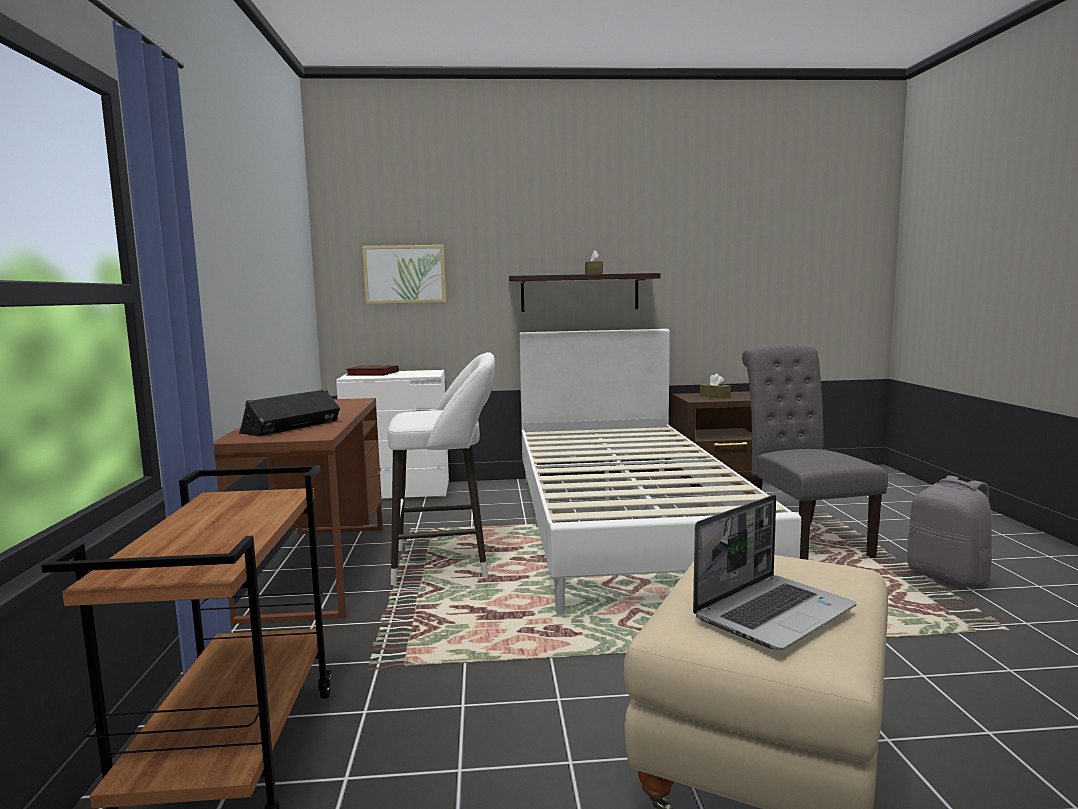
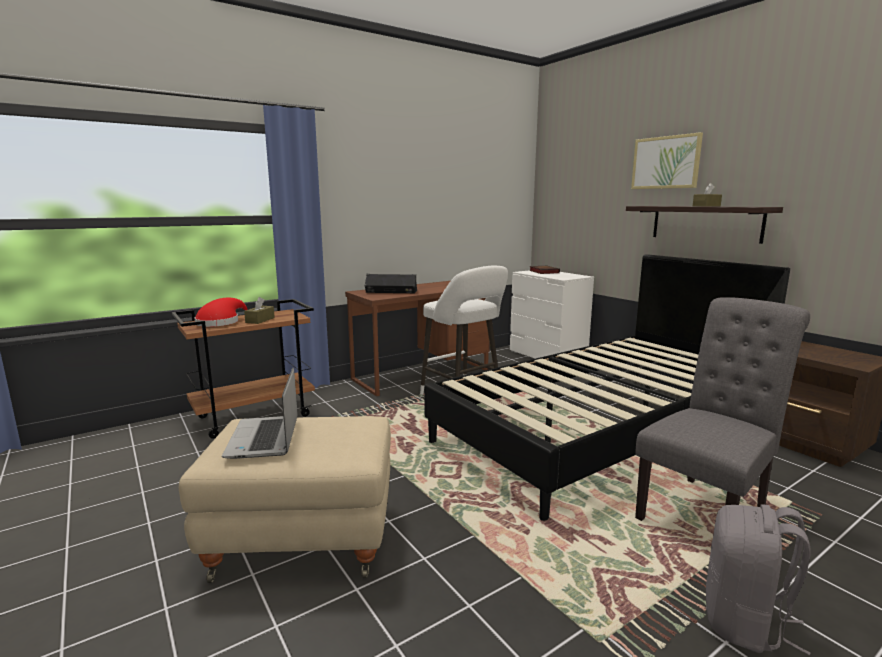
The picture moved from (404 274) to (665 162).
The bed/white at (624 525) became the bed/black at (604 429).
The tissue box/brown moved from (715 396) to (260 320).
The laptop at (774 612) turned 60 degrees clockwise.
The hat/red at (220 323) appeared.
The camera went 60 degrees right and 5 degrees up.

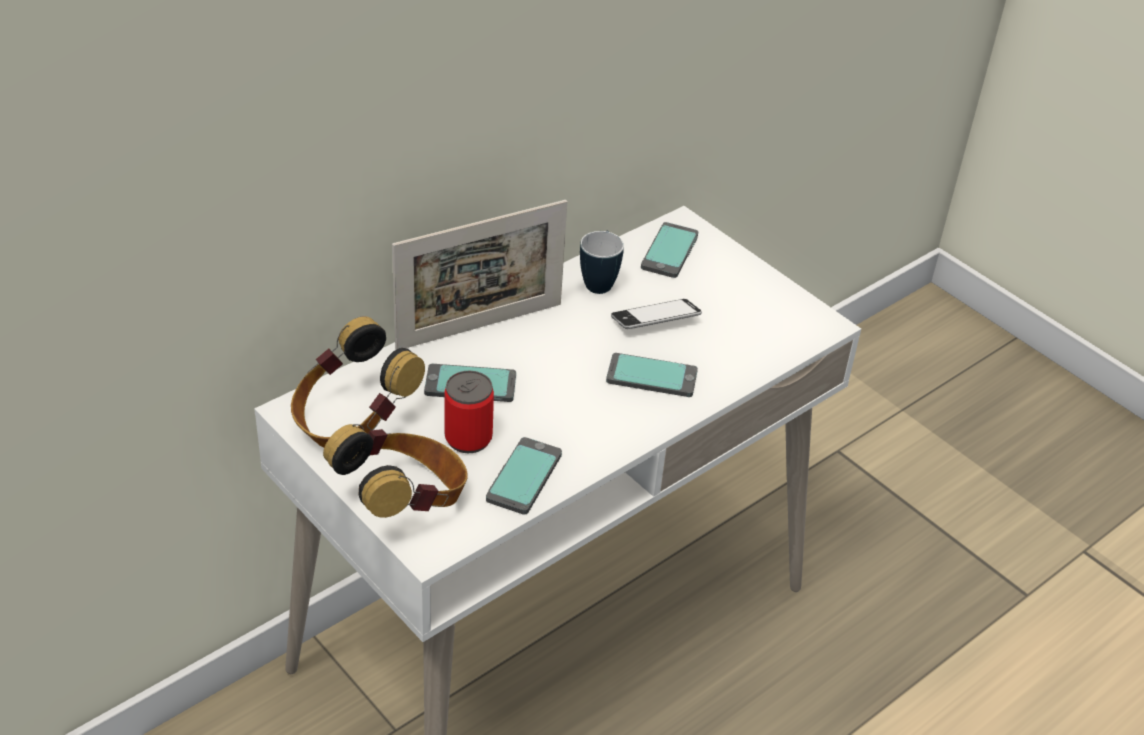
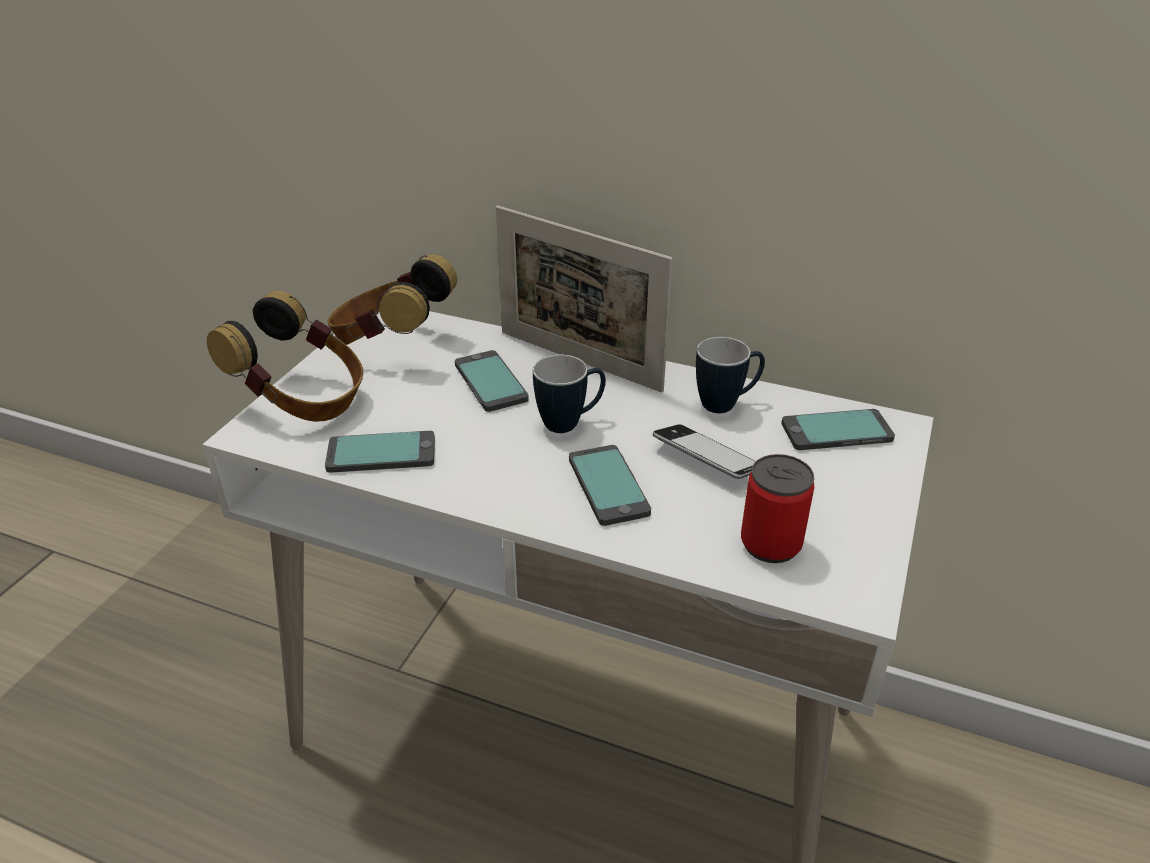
The can moved from (468 438) to (770 544).
The mug at (570 423) appeared.
The camera went 65 degrees right and 5 degrees down.

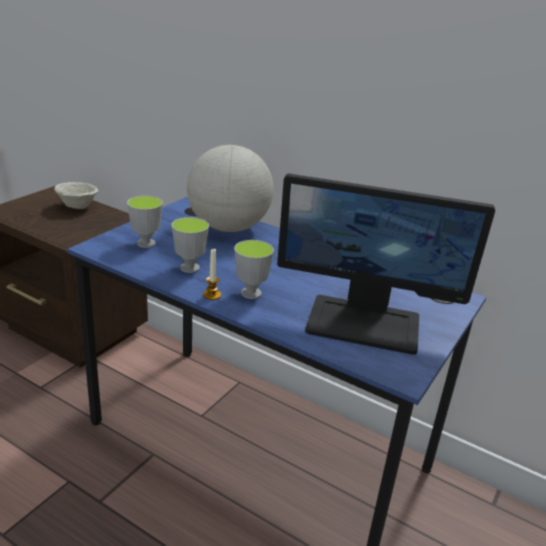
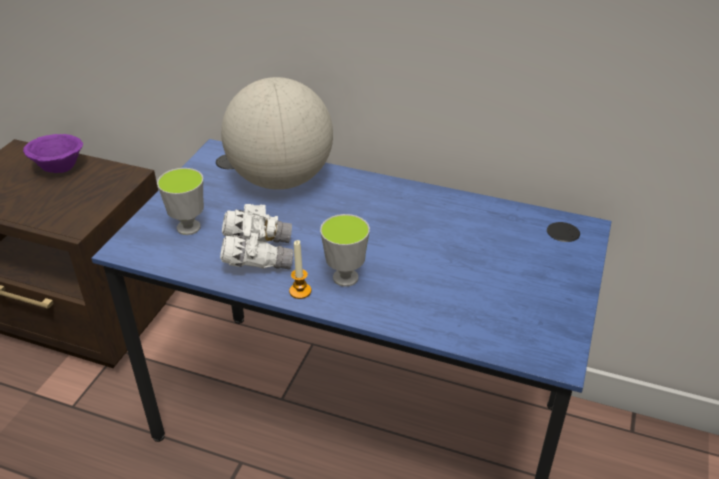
The monitor at (364 323) disappeared.
The bowl/beige at (77 207) became the bowl/purple at (59 169).
The cup at (190 268) was replaced by the binoculars/white at (257 255).
The camera went 10 degrees left and 10 degrees up.

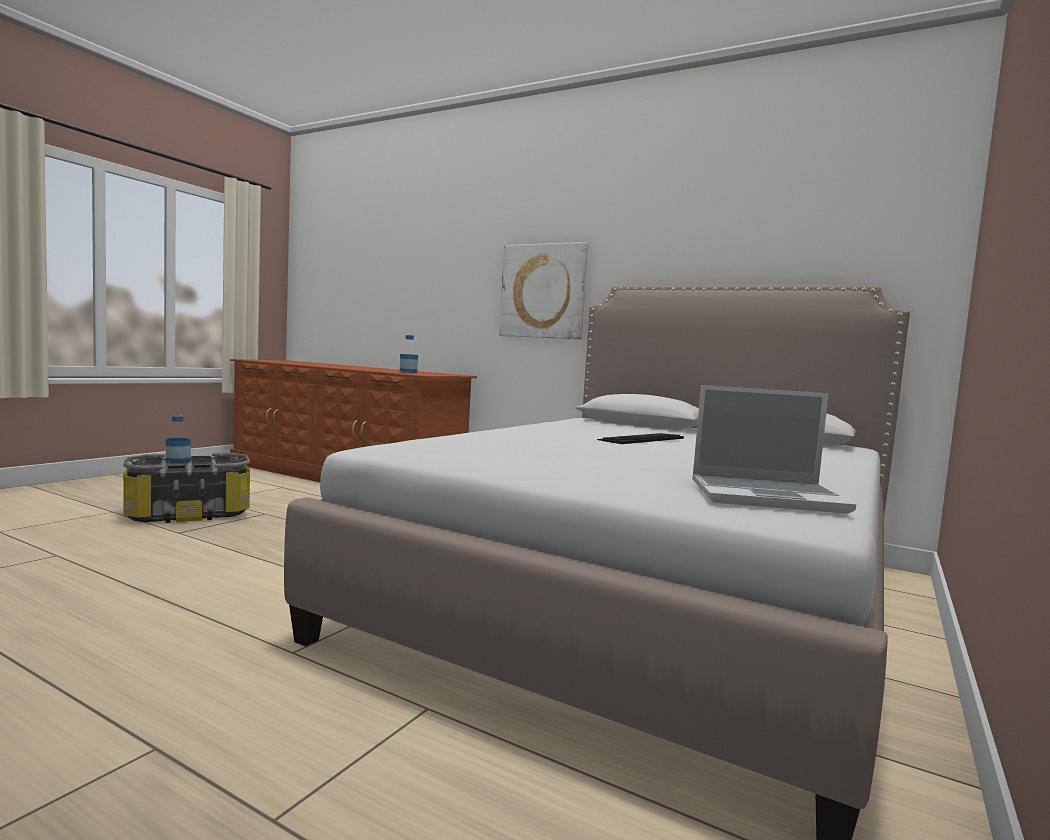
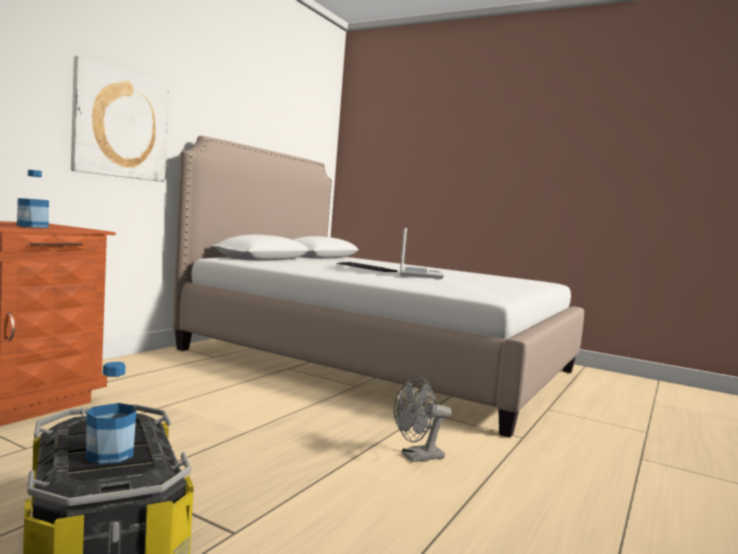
The laptop moved from (767 496) to (420 274).
The fan/grey at (417 457) appeared.
The camera went 90 degrees left and 0 degrees up.

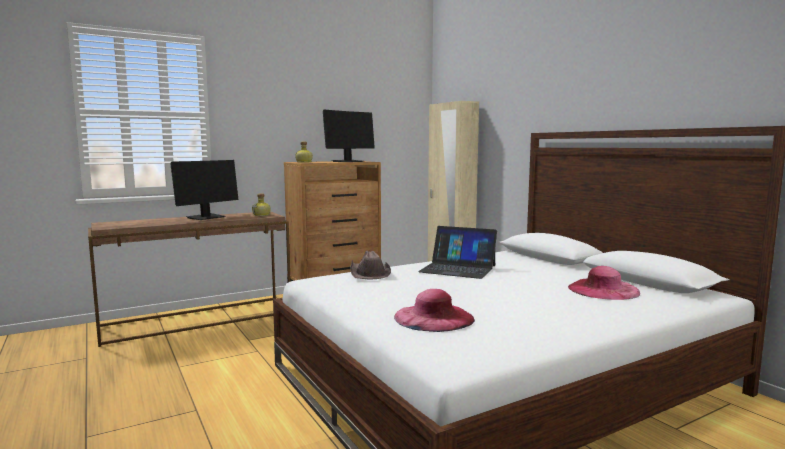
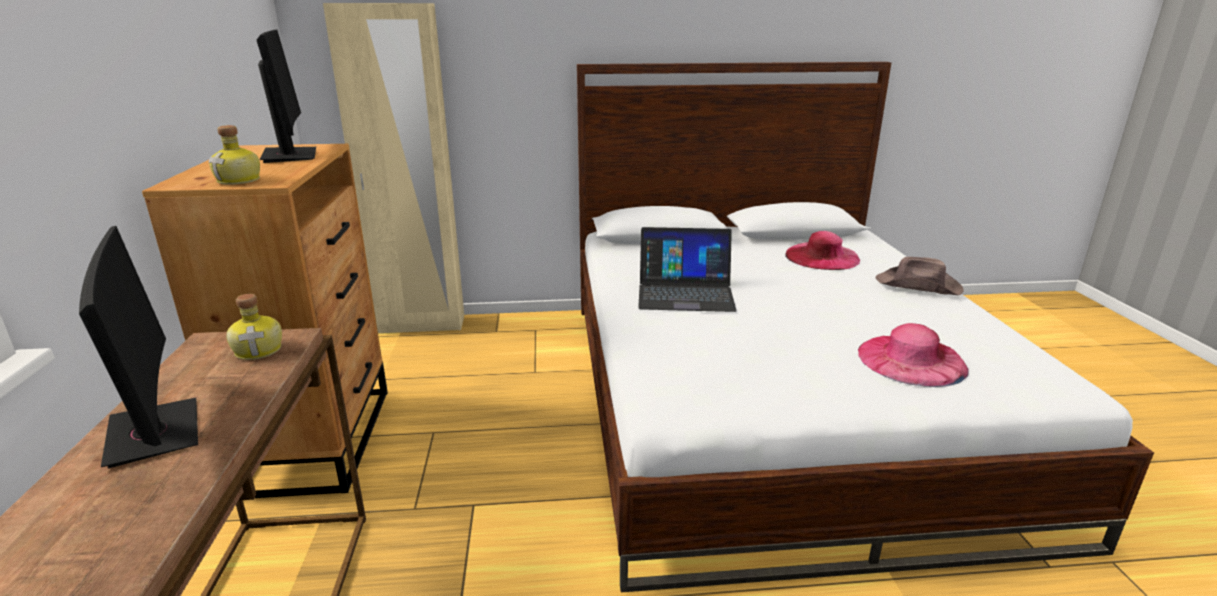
The laptop at (458 268) turned 45 degrees clockwise.
The hat/brown moved from (369 273) to (919 286).
The camera went 65 degrees left and 15 degrees up.

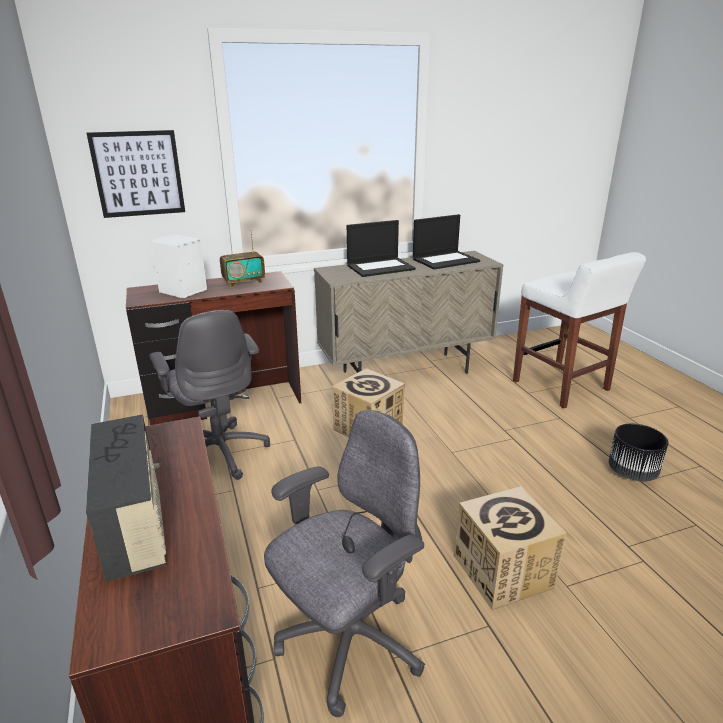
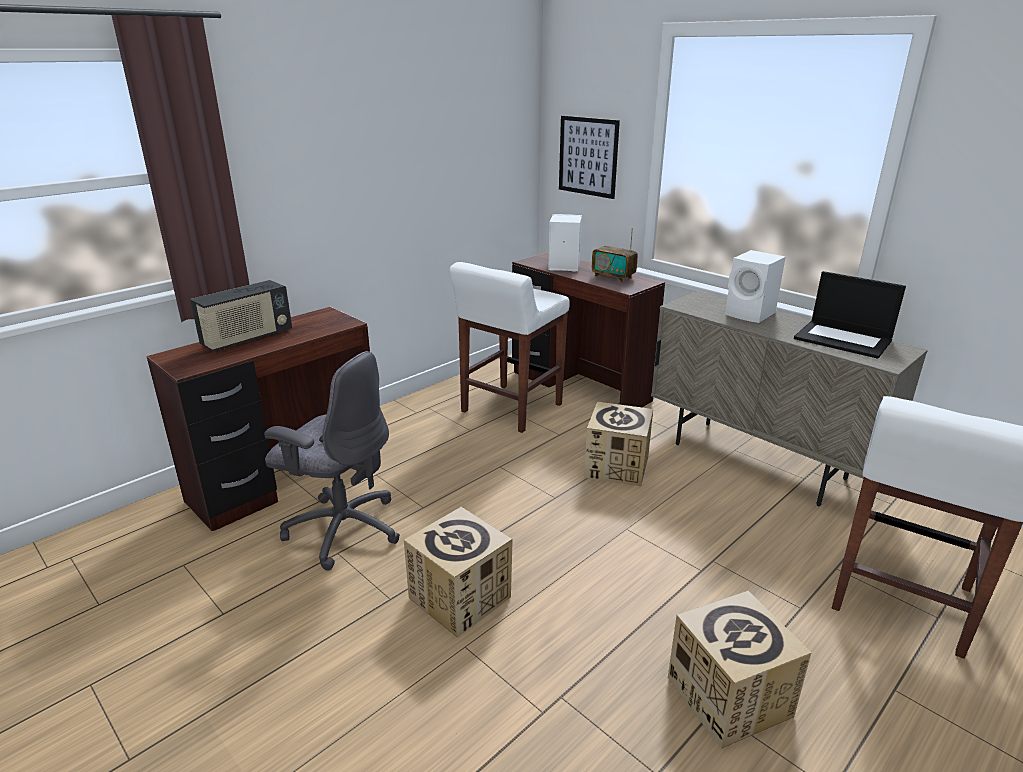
The laptop at (381 267) was replaced by the speaker/white at (751 314).
The office chair/grey at (220 452) was replaced by the stool/white at (510 409).
The planter/black at (632 472) was replaced by the cardboard box at (728 696).
The camera went 65 degrees right and 0 degrees up.

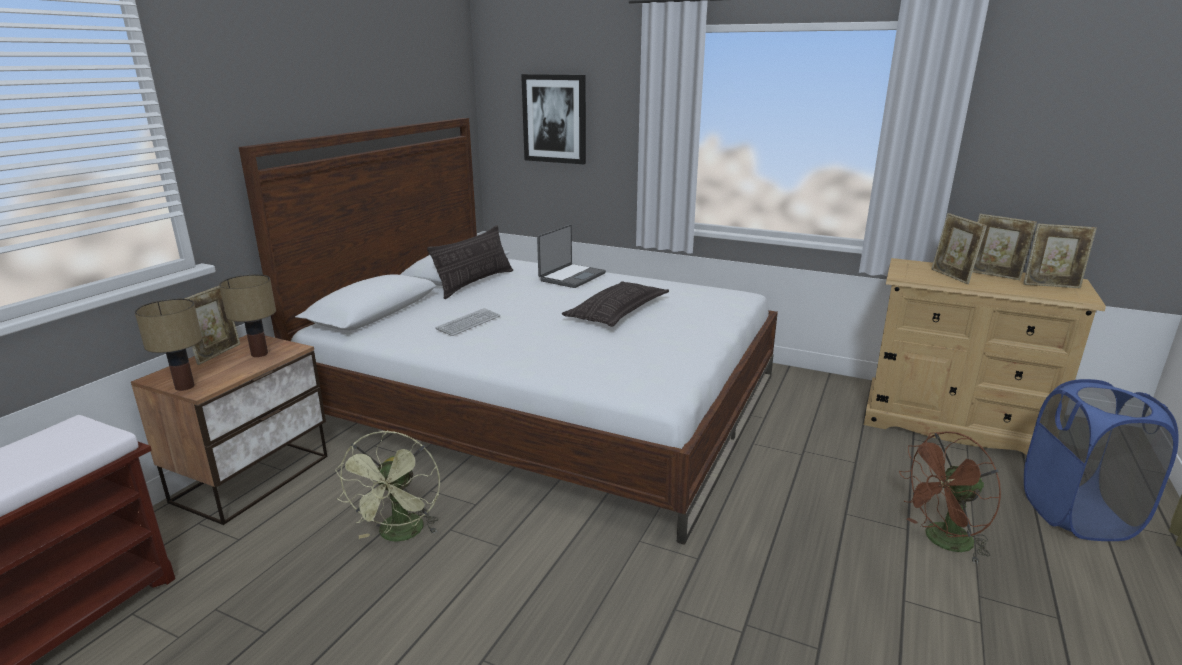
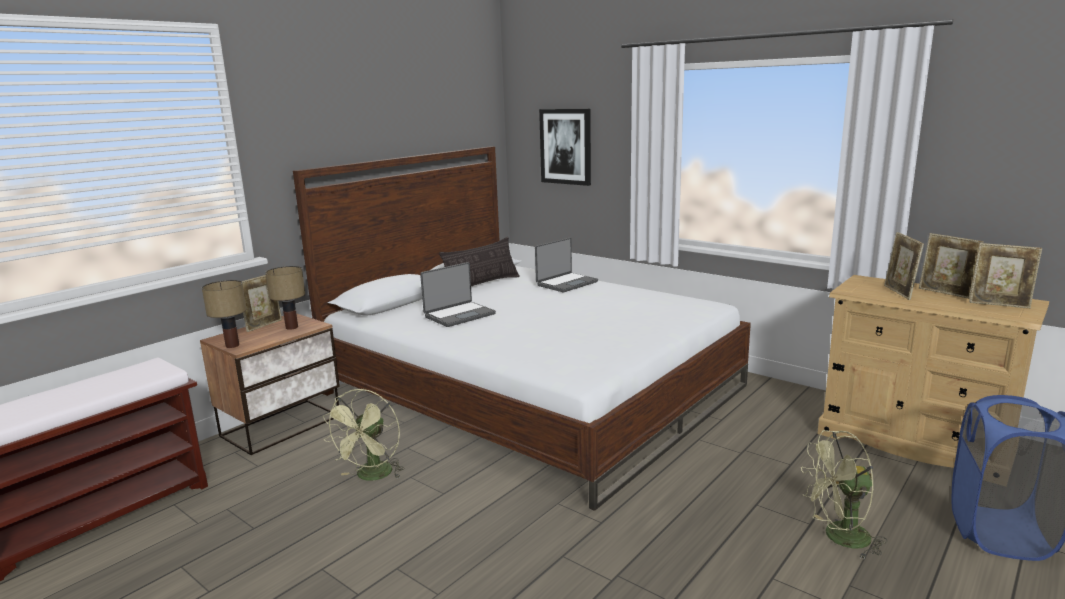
The pillow at (617 312) disappeared.
The keyboard at (468 323) was replaced by the laptop at (459 315).
The fan/brown at (942 542) became the fan/green at (839 538).
The camera went 15 degrees right and 5 degrees down.

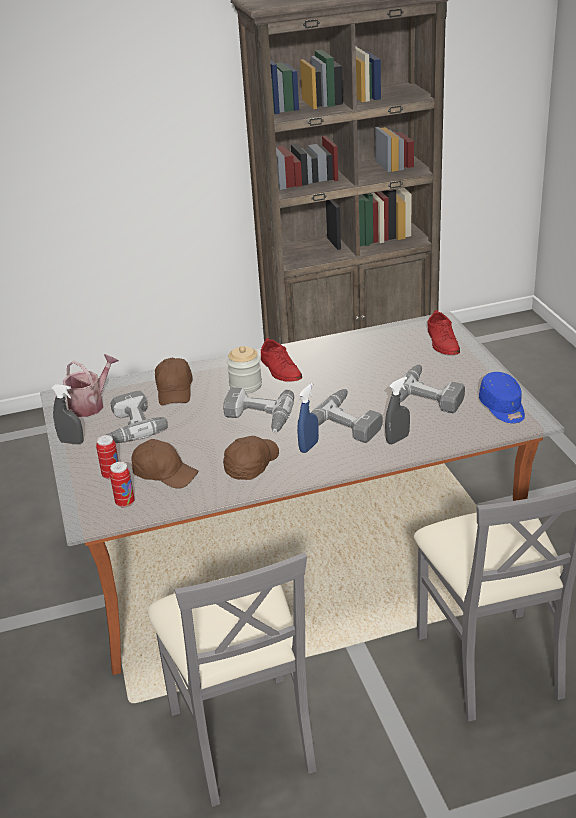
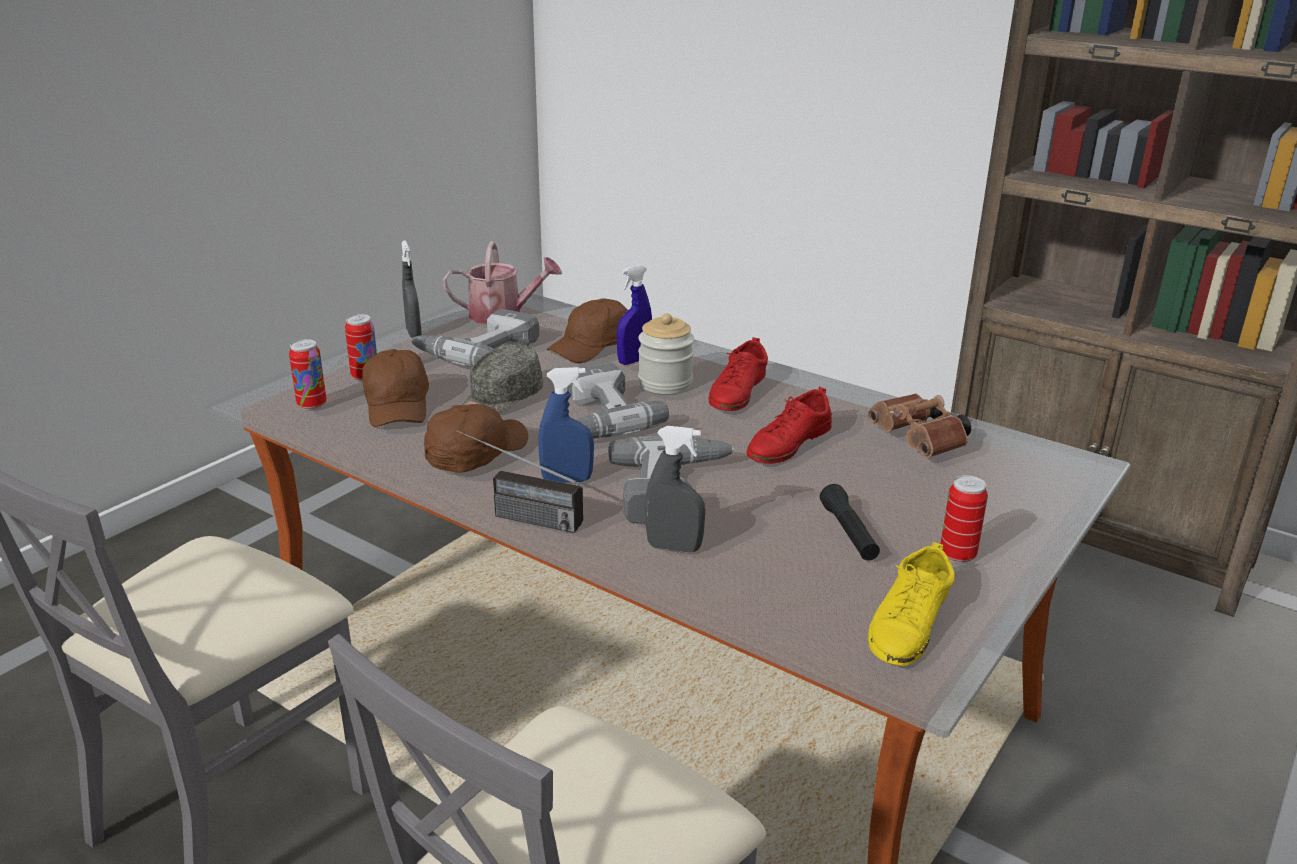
The shoe/red moved from (442 342) to (788 443).
The power drill at (431 394) was replaced by the flashlight/black at (849 533).
The cap/blue at (502 408) was replaced by the shoe/yellow at (909 623).
The cap/brown at (251 465) turned 45 degrees counterclockwise.
The spray bottle/blue at (634 360) appeared.
The cap/grey at (500 400) appeared.
The binoculars/brown at (920 442) appeared.
The radio at (516 516) appeared.
The can at (957 555) appeared.
The camera went 50 degrees right and 5 degrees down.

